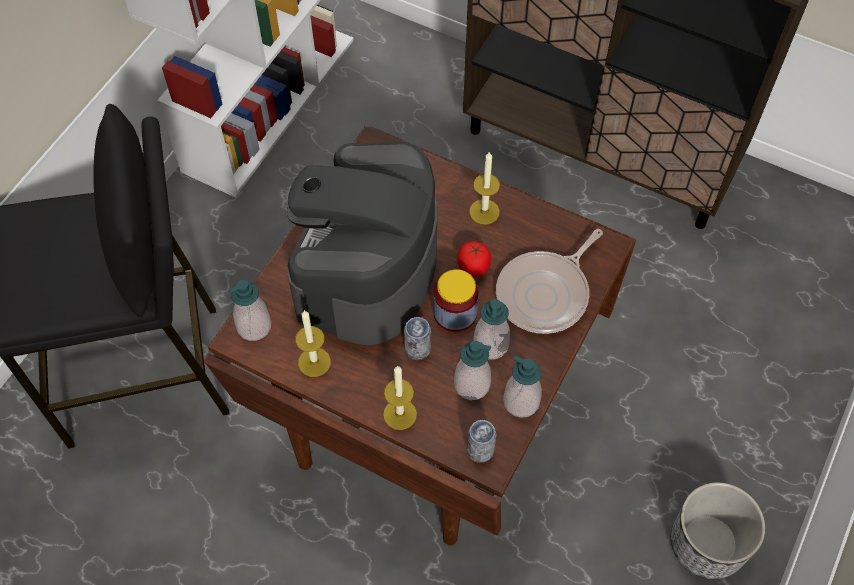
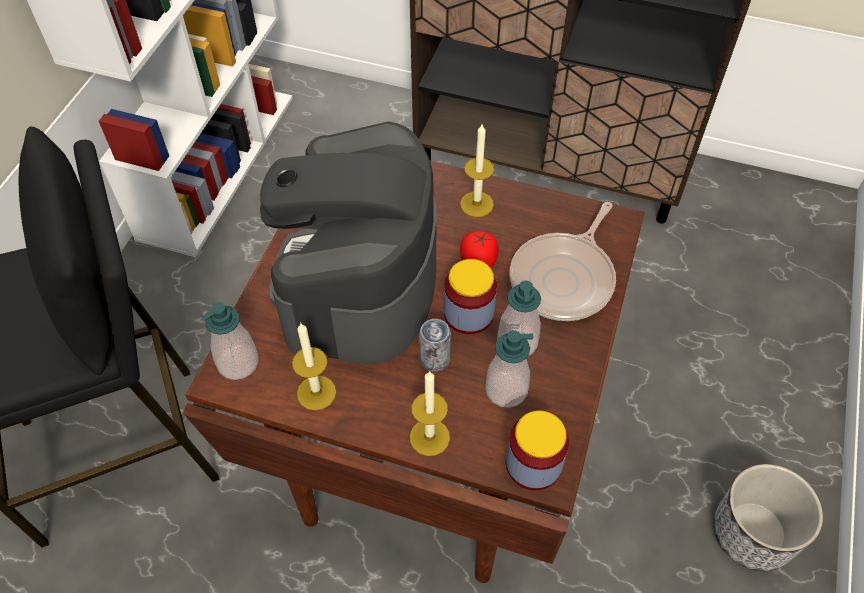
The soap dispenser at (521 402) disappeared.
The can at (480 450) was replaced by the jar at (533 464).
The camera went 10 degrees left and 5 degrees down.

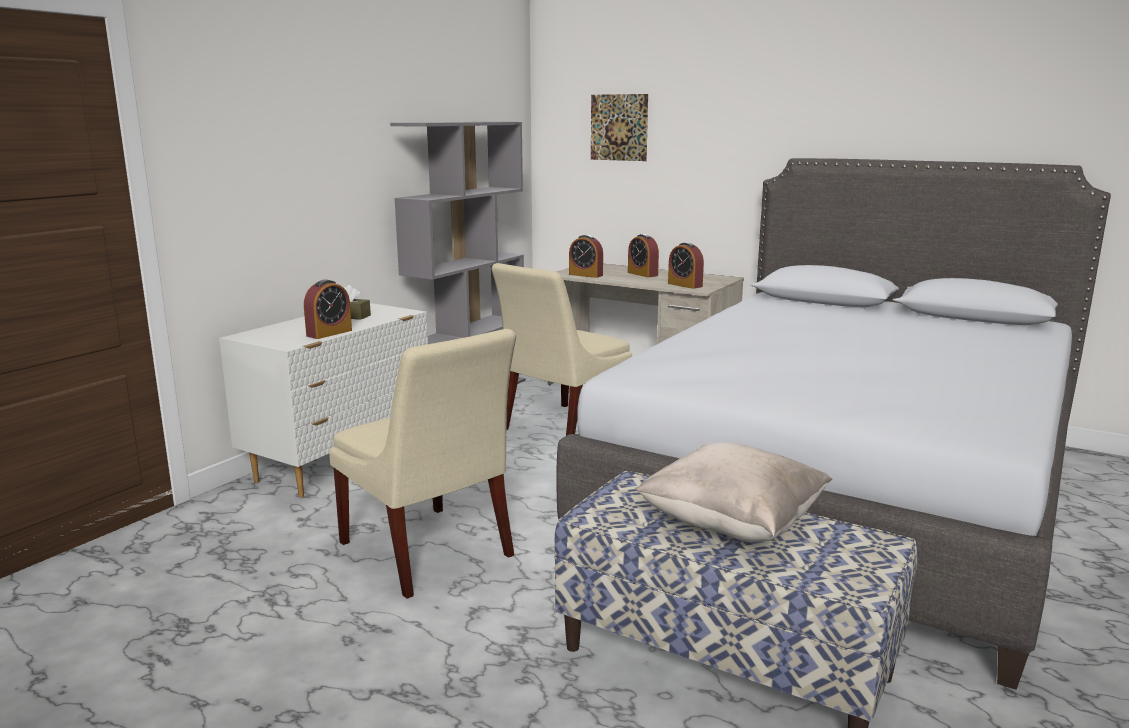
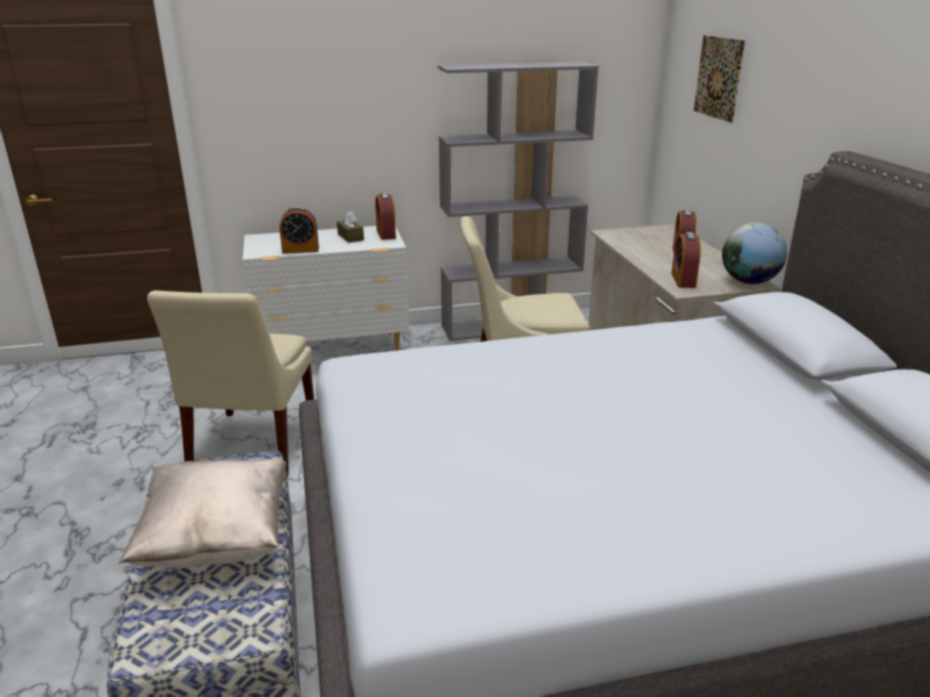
The alarm clock moved from (585 275) to (386 234).
The globe at (748 282) appeared.
The camera went 45 degrees right and 10 degrees up.

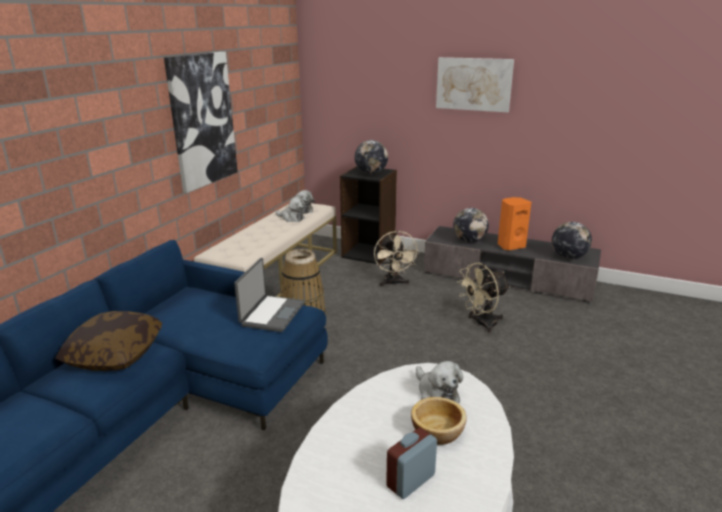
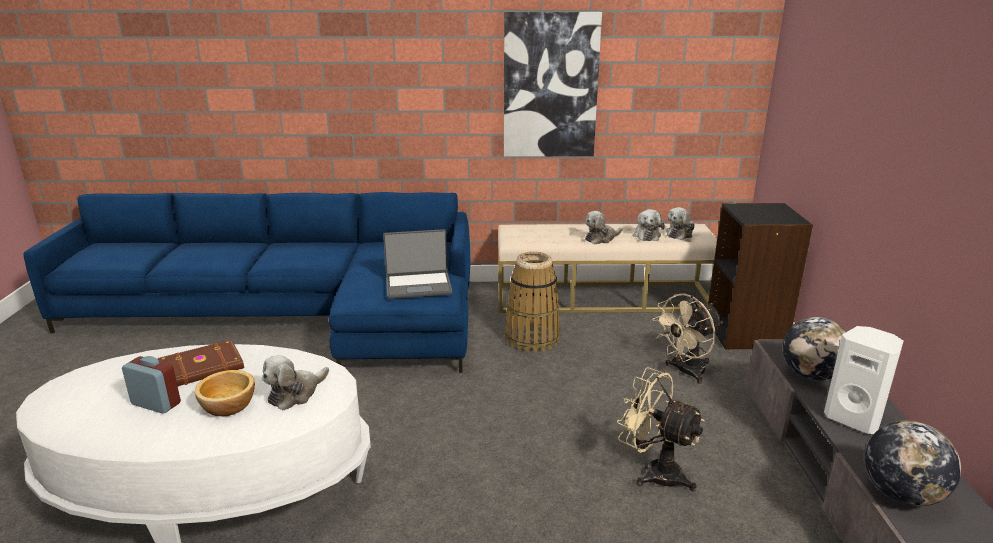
The picture at (474 84) disappeared.
The globe at (371 173) disappeared.
The speaker/orange at (510 246) became the speaker/white at (854 418).
The pillow at (115 354) disappeared.
The plush toy at (601 238) appeared.
The book/brown at (202 368) appeared.
The camera went 65 degrees right and 0 degrees up.

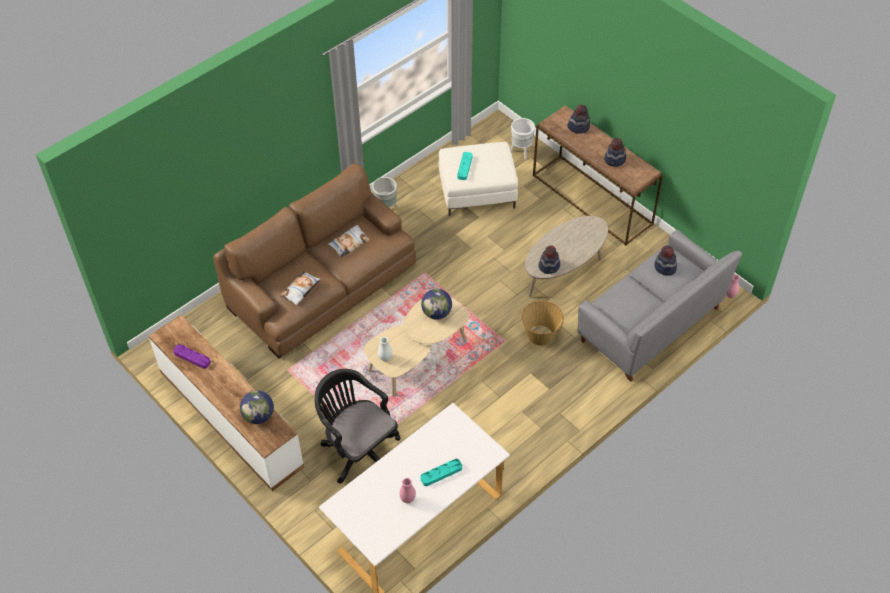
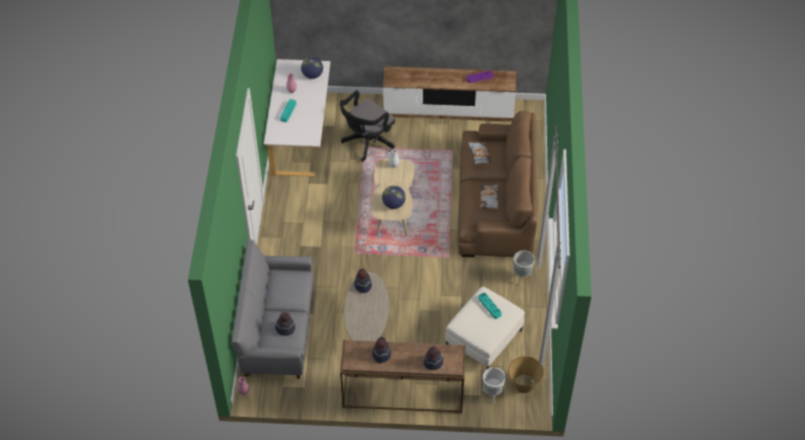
The basket moved from (540 335) to (524 384).
The office chair/black at (358 449) turned 135 degrees clockwise.
The globe moved from (259 416) to (312 75).
The camera went 135 degrees right and 0 degrees up.

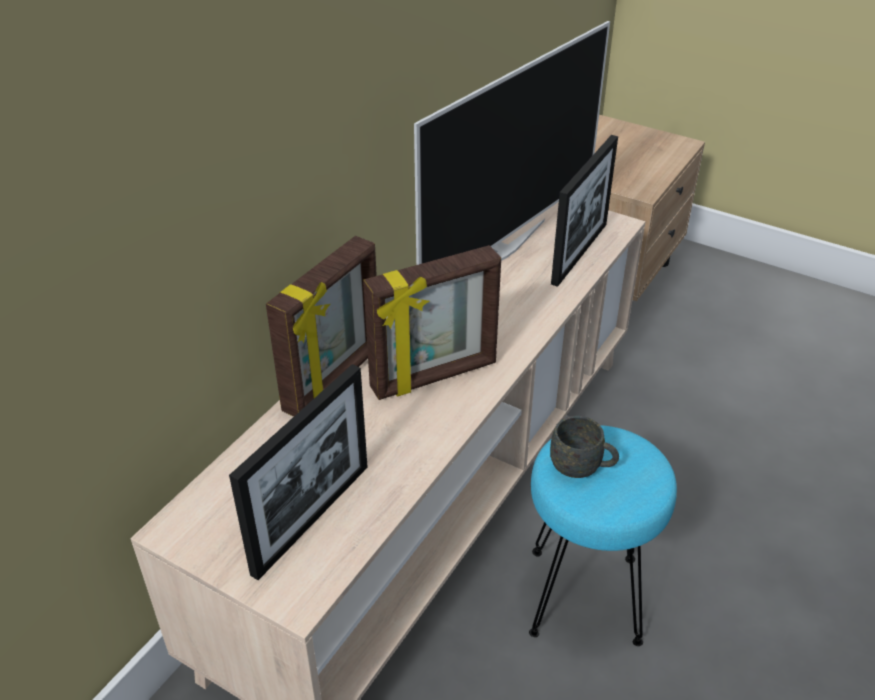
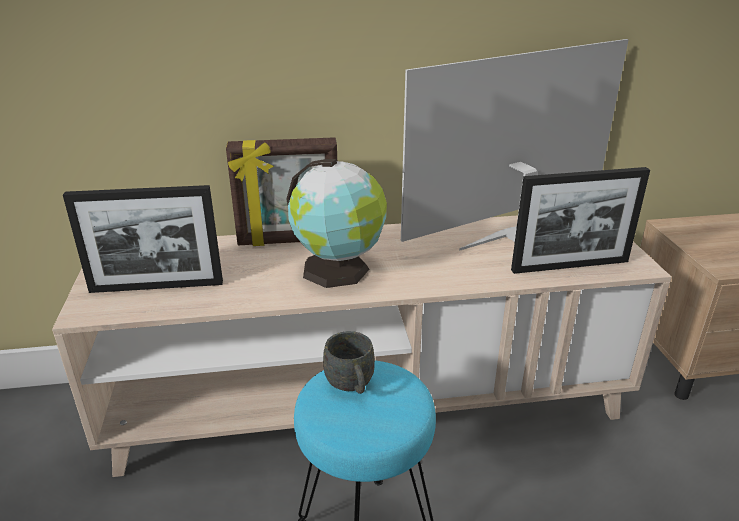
The television at (500 249) turned 150 degrees clockwise.
The picture frame at (434 377) was replaced by the globe at (339 270).
The camera went 50 degrees right and 10 degrees down.

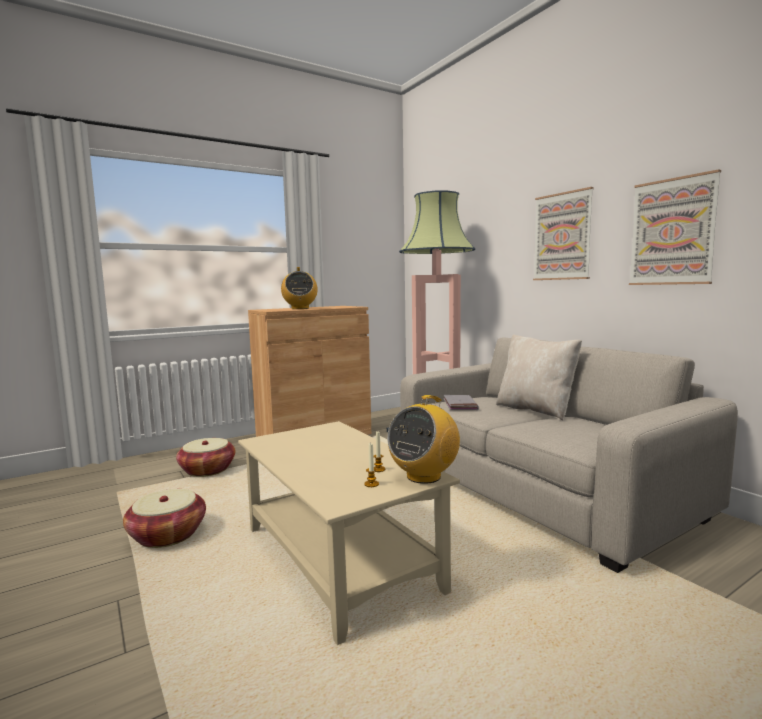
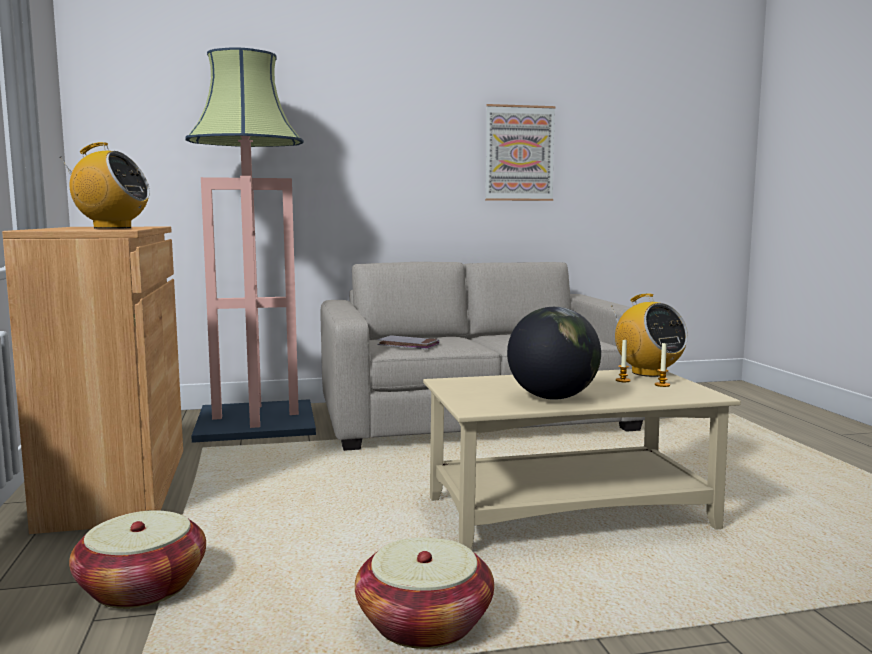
The picture at (562 236) disappeared.
The pillow/beige at (536 410) disappeared.
The globe at (552 398) appeared.
The camera went 70 degrees left and 0 degrees up.

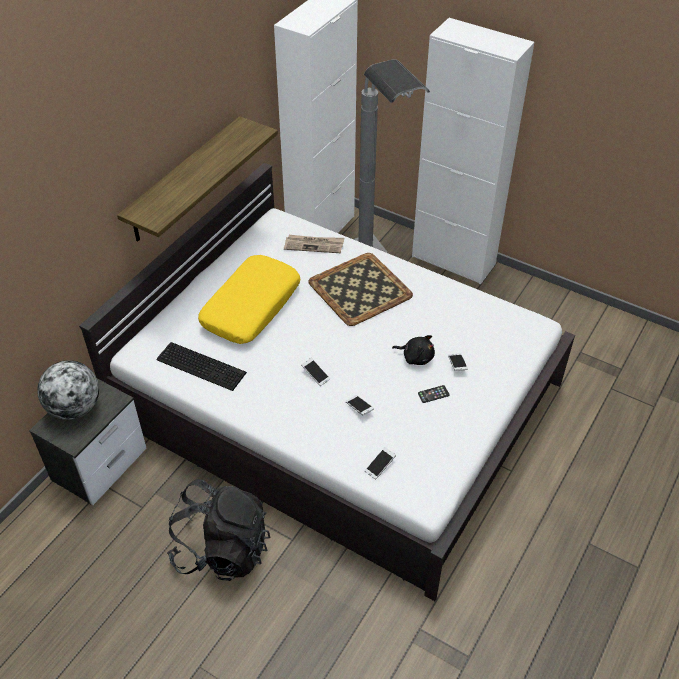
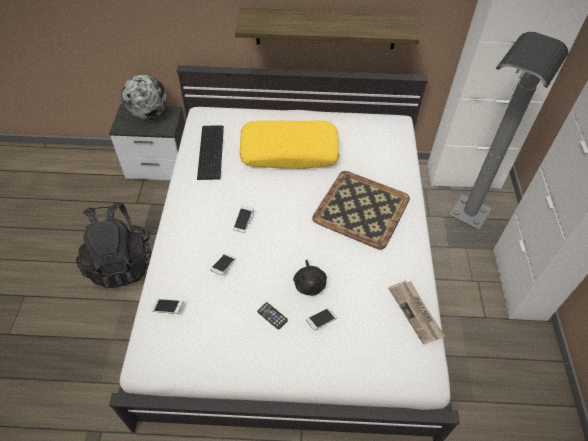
The newspaper moved from (314 245) to (416 312).
The camera went 60 degrees right and 5 degrees up.

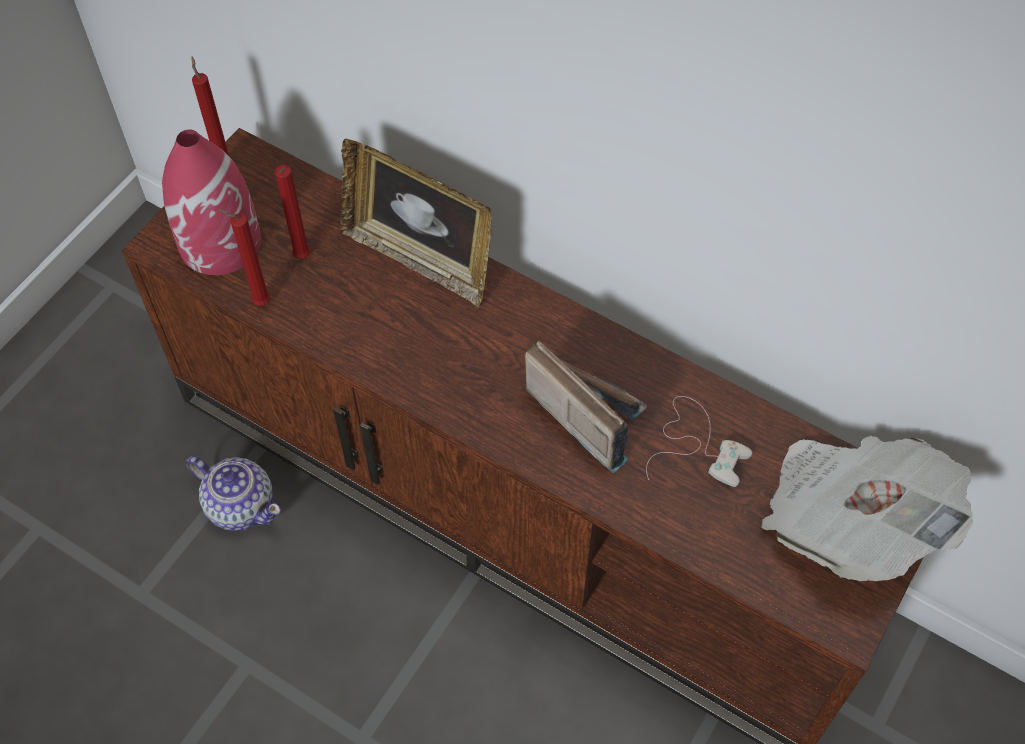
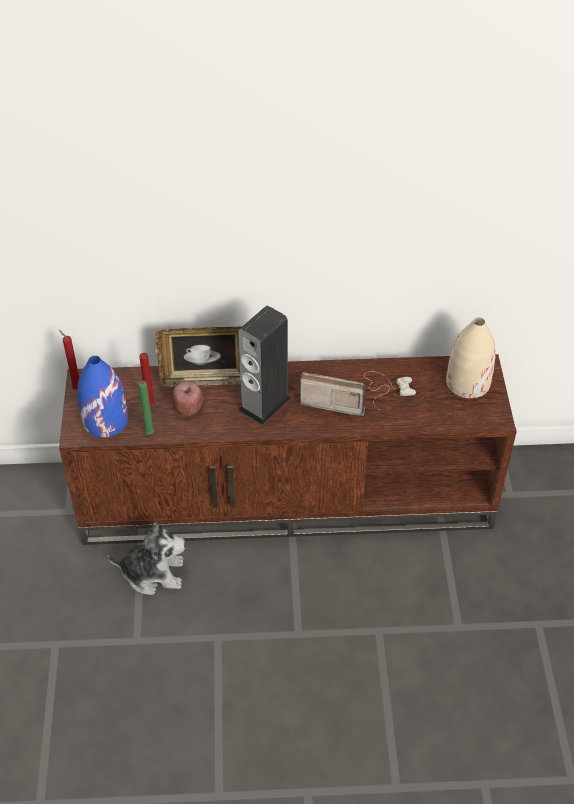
The vase/red at (220 241) became the vase/blue at (105 419).
The candle/red at (259 302) became the candle/green at (148 434).
The newspaper at (851 519) was replaced by the vase/beige at (467 382).
The teapot at (240 504) was replaced by the plush toy at (153 573).
The speaker at (264 404) appeared.
The apple at (188 408) appeared.
The camera went 35 degrees left and 10 degrees down.

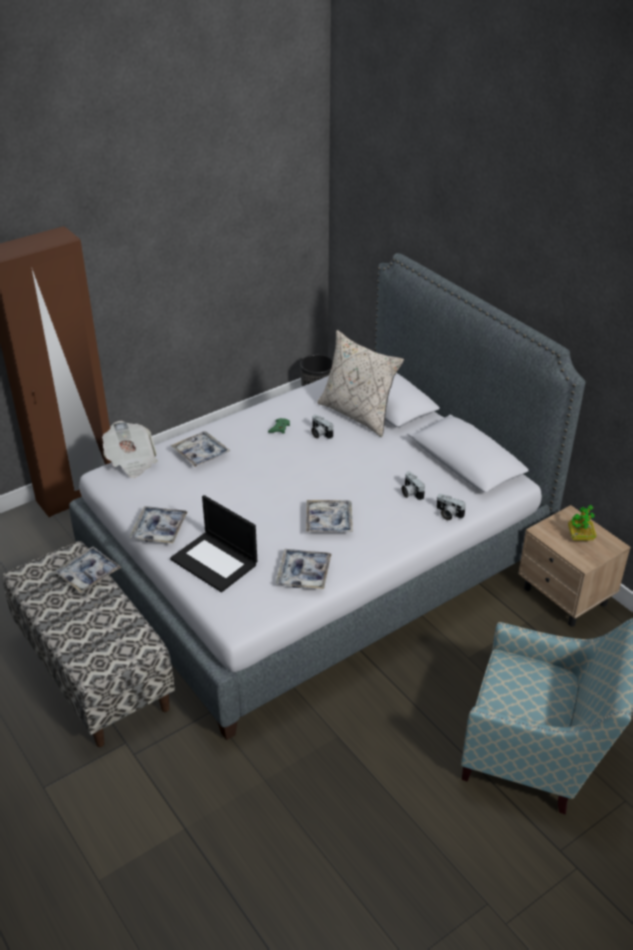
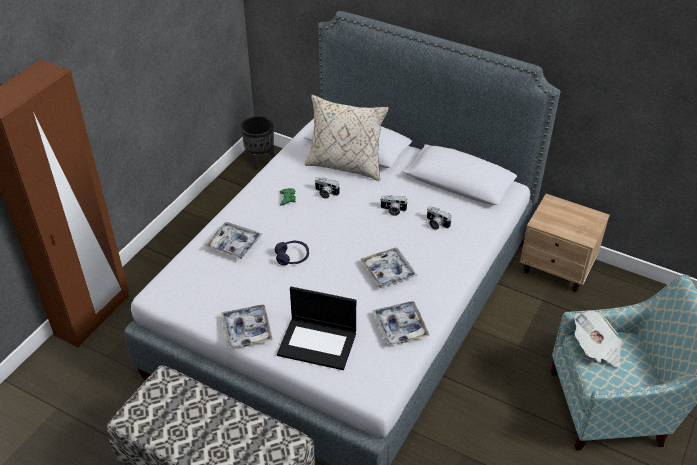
The newspaper moved from (131 461) to (596 348).
The photo camera moved from (448 514) to (393 210).
The potted plant at (580 537) disappeared.
The tray at (88 574) disappeared.
The headphones/purple at (292 257) appeared.
The camera went 25 degrees left and 5 degrees up.

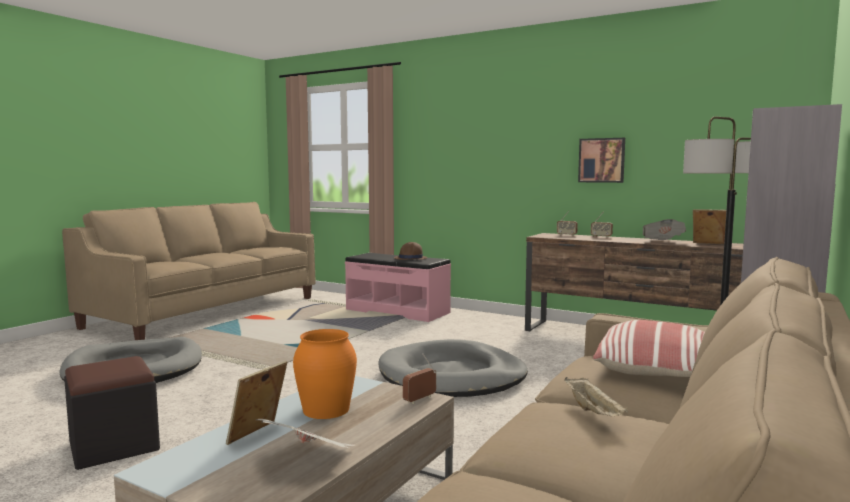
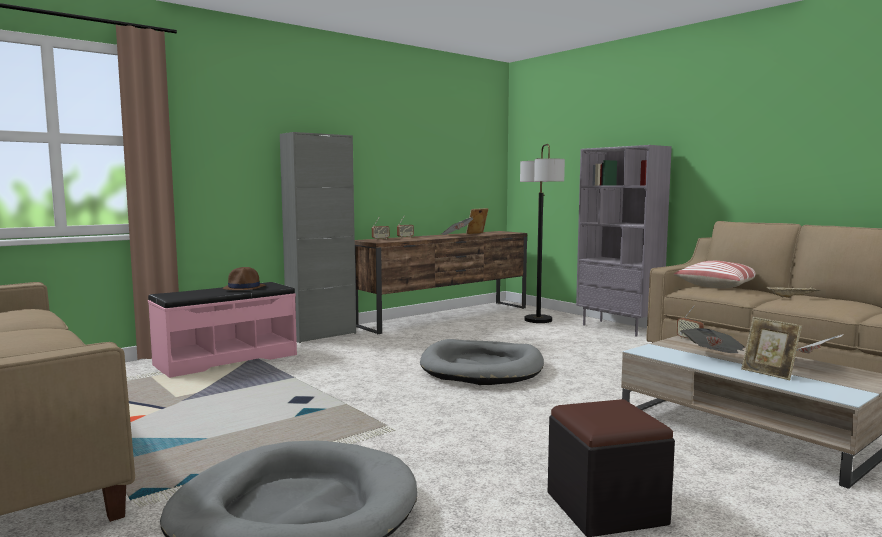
The picture at (602 160) disappeared.
The vase/orange at (326 409) was replaced by the newspaper at (713 357).
The cabinet/grey at (321 335) appeared.
The camera went 70 degrees left and 0 degrees up.

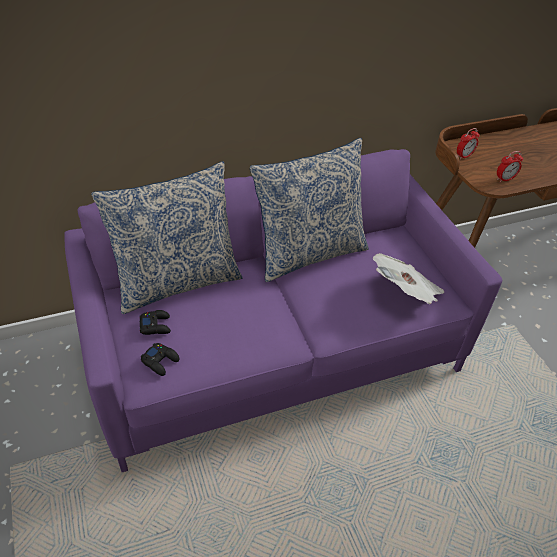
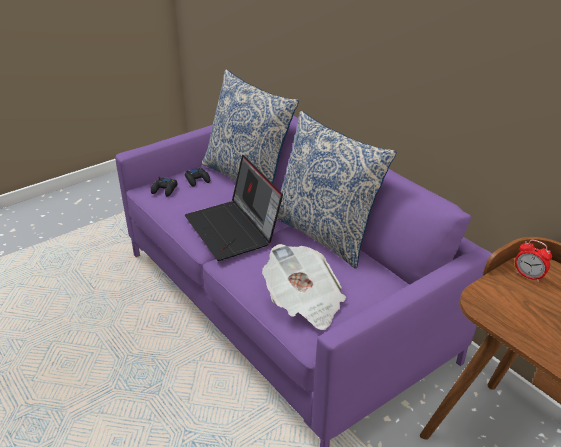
The alarm clock at (505 179) disappeared.
The laptop at (234 230) appeared.
The camera went 75 degrees right and 10 degrees down.

